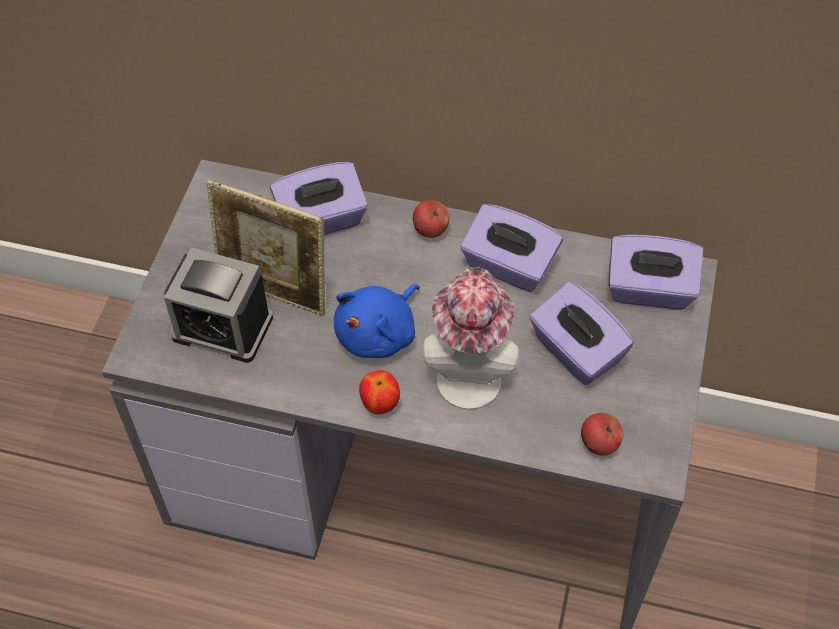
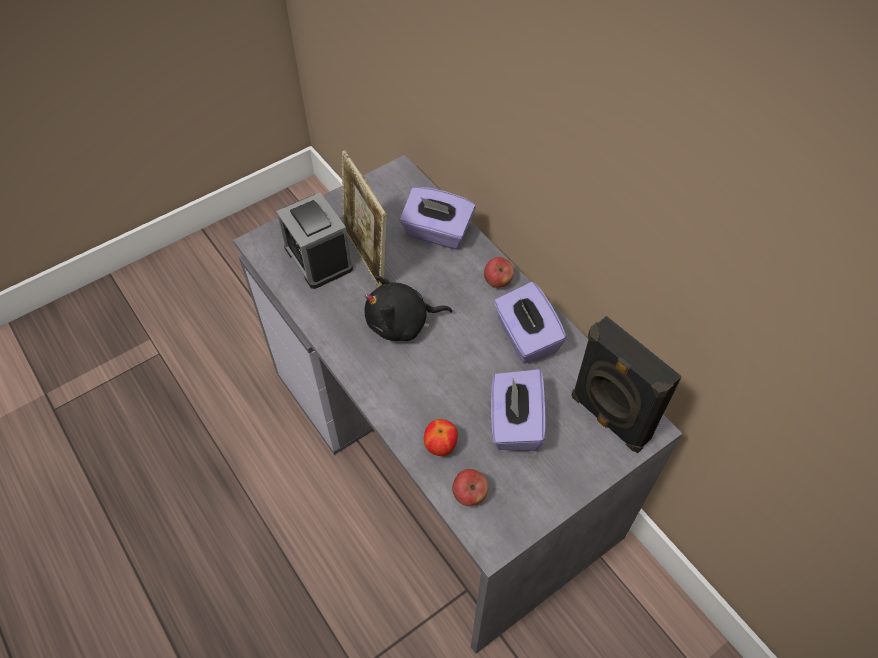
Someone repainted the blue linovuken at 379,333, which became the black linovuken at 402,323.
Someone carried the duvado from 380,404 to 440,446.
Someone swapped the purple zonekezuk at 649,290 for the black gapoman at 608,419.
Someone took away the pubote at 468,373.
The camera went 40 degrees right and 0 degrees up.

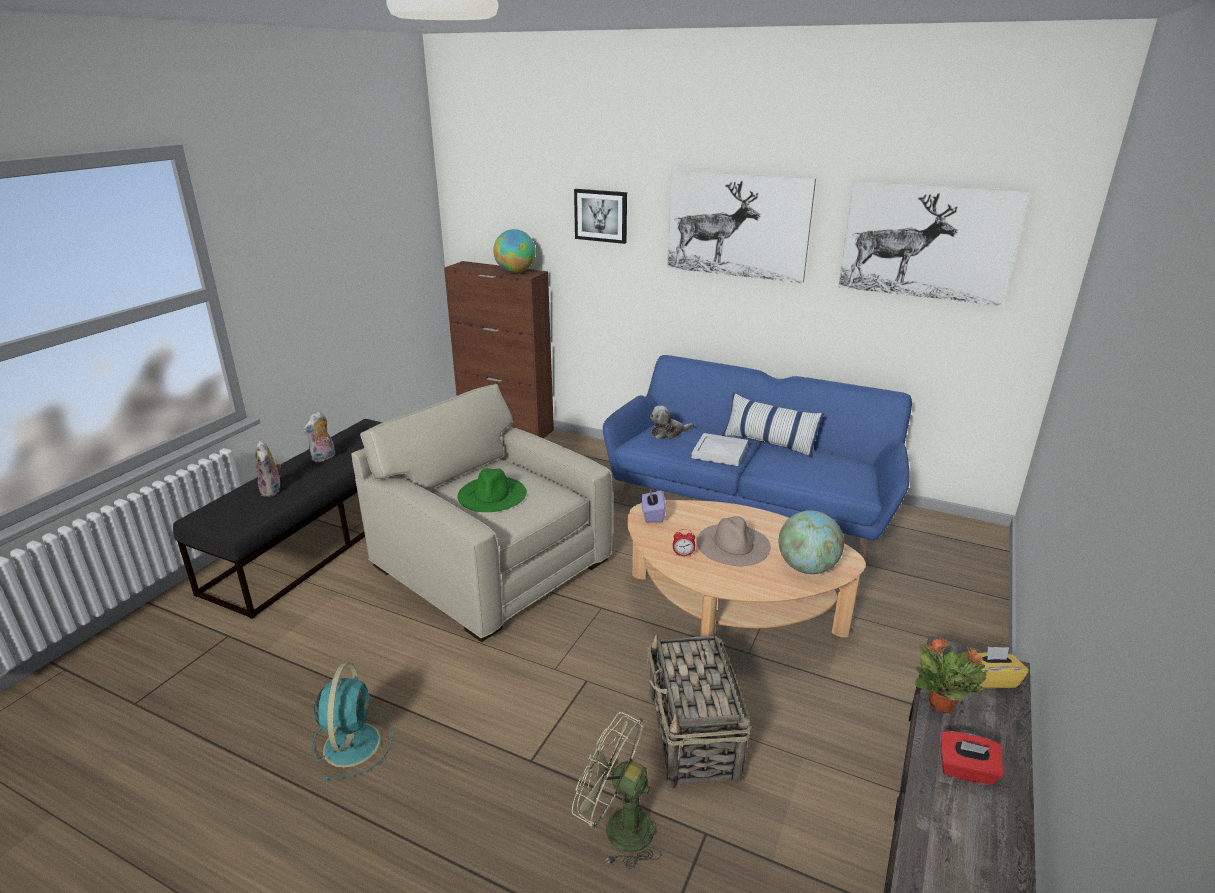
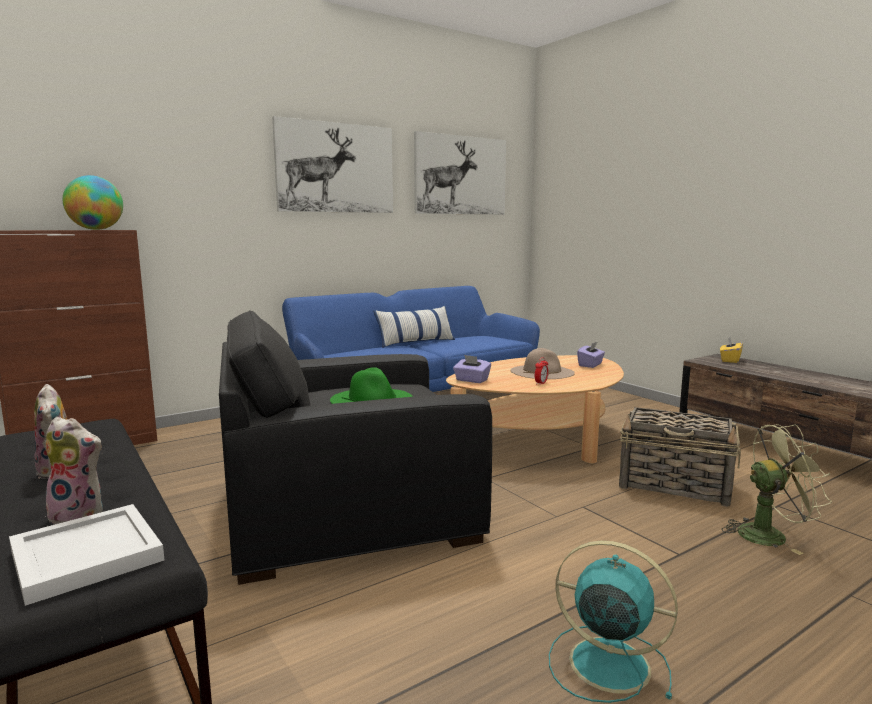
Someone carried the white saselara from 719,452 to 85,557.
Someone repainted the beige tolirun at 490,562, which became the black tolirun at 346,509.
Someone swapped the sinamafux at 807,568 for the purple zonekezuk at 590,365.
Someone rotated the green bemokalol at 618,828 by 150 degrees counterclockwise.
Someone took away the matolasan at 601,215.
Someone took away the linovuken at 668,433.
Someone took away the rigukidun at 942,705.
Someone took away the red zonekezuk at 965,771.
The camera went 60 degrees left and 15 degrees down.

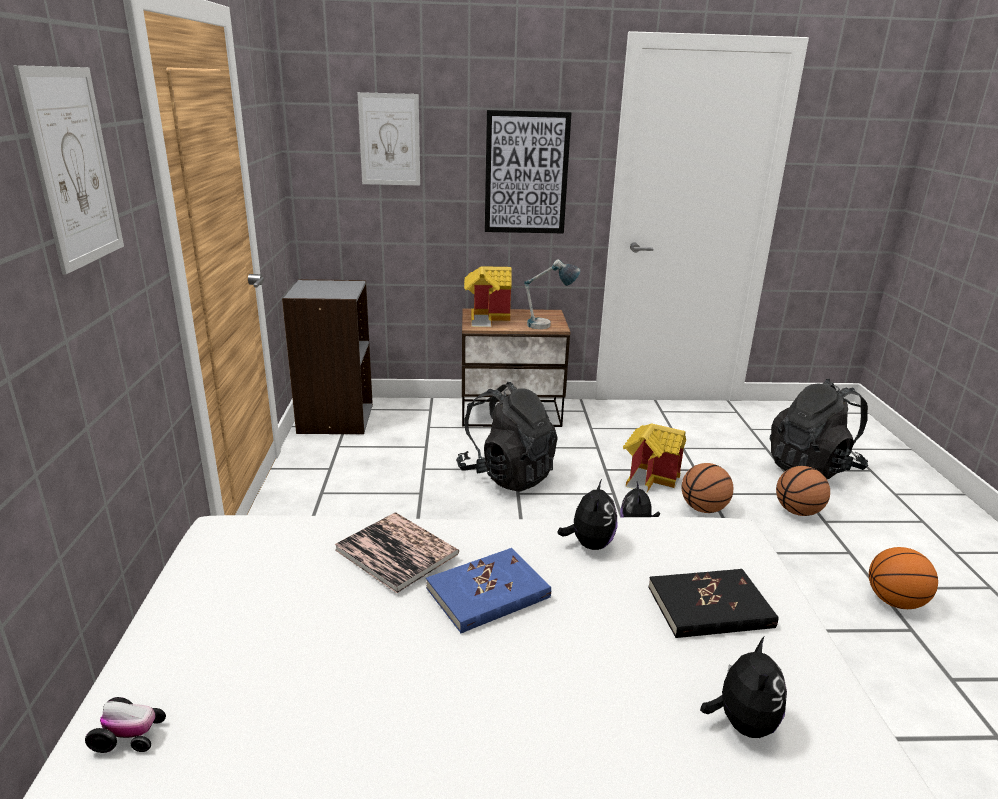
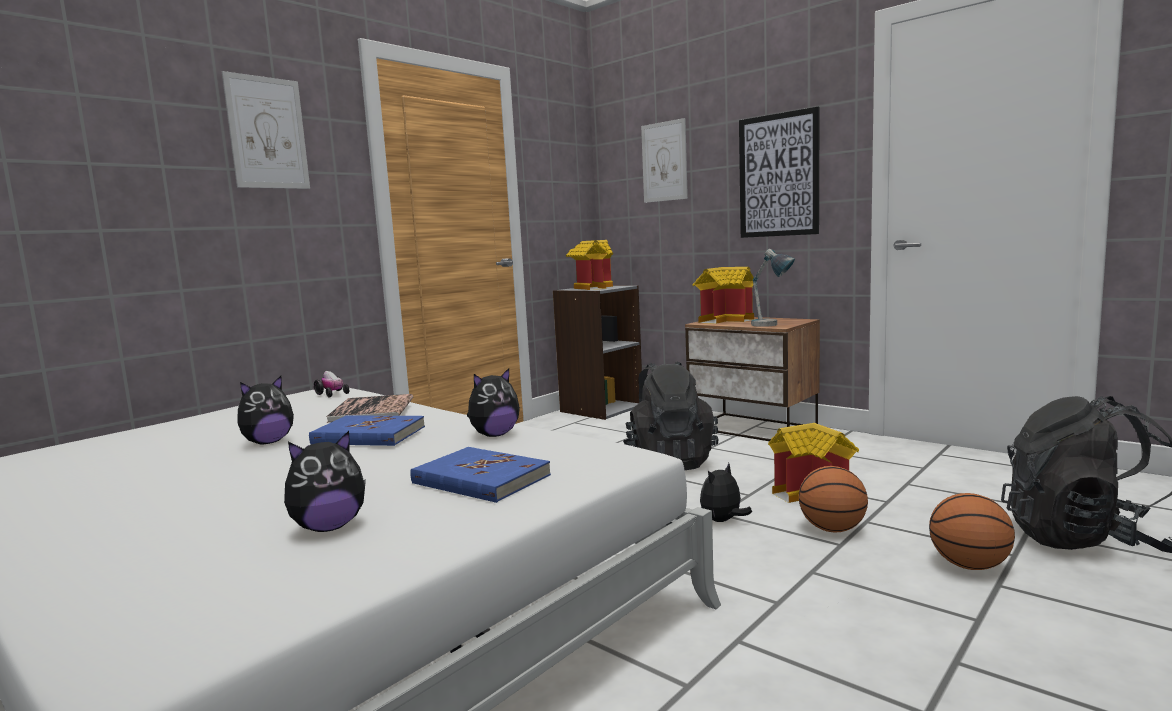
Someone put down the linovuken at 268,442.
Someone carried the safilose from 129,736 to 332,394.
Someone repainted the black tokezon at 710,607, which became the blue tokezon at 480,479.
Someone put down the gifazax at 592,288.
Someone took away the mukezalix at 894,601.
The camera went 45 degrees right and 15 degrees down.

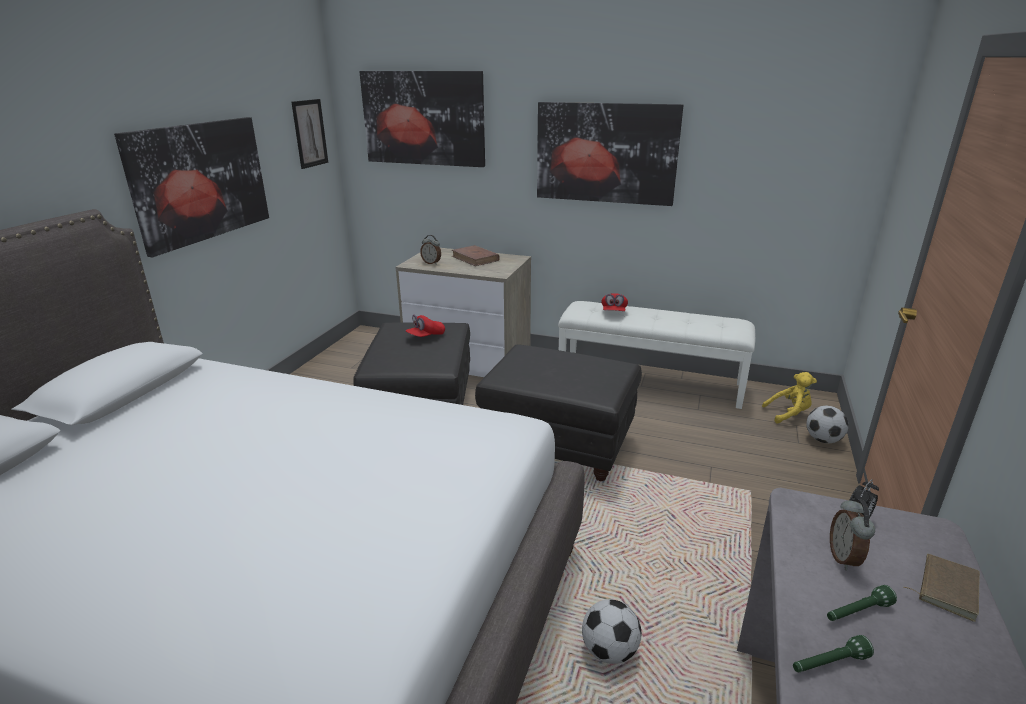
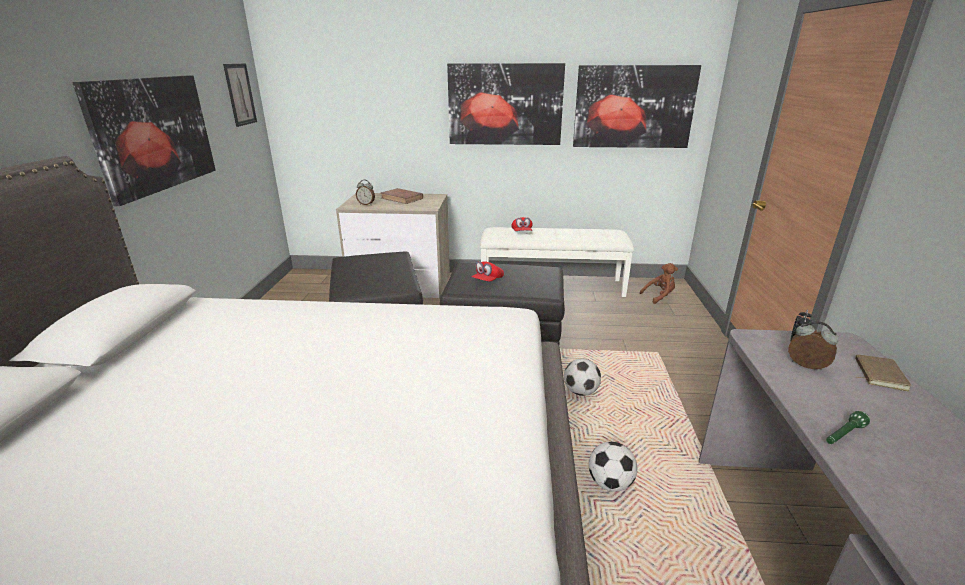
Someone carried the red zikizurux from 426,336 to 487,281.
Someone carried the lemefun from 823,440 to 580,391.
Someone carried the matolasan from 423,118 to 633,107.
Someone repainted the yellow linovuken at 789,414, which became the brown linovuken at 659,296.
Someone rotated the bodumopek at 844,558 by 135 degrees clockwise.
Someone took away the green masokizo at 857,612.
The camera went 15 degrees left and 0 degrees up.

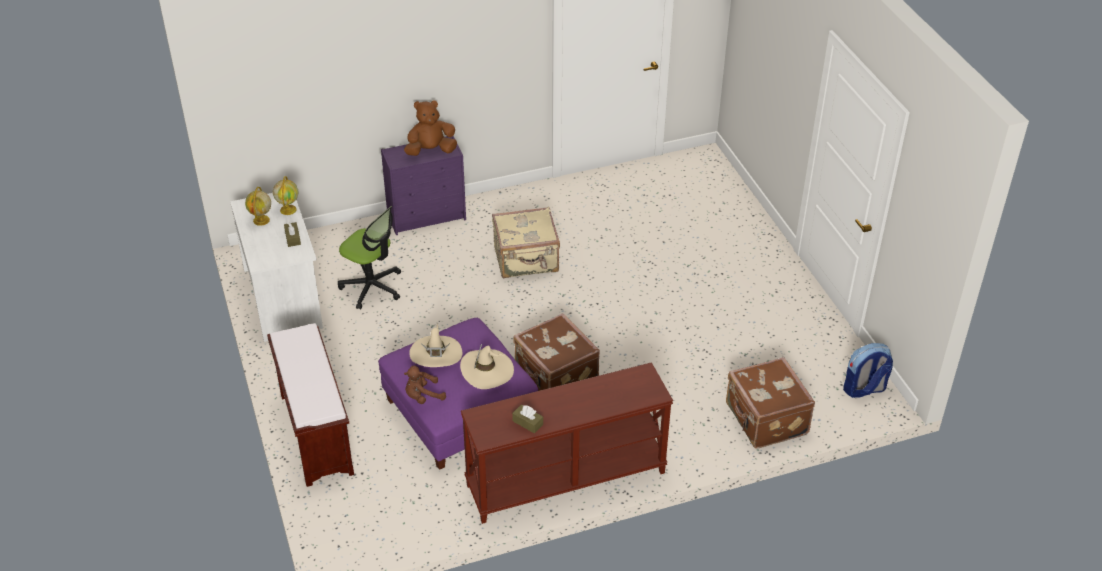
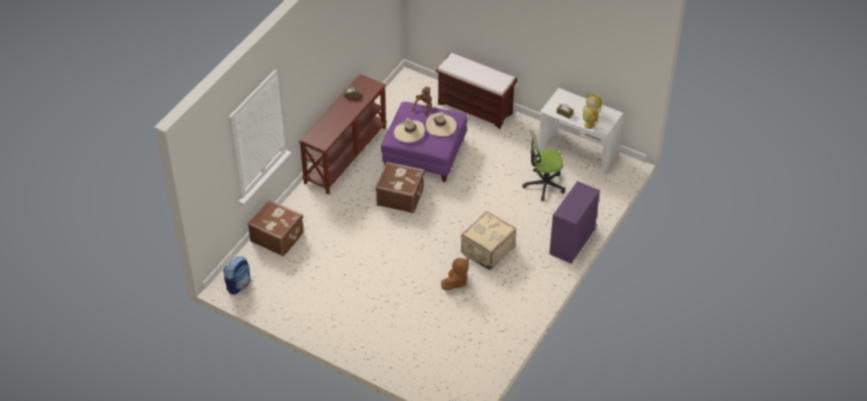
Someone carried the brown linovuken from 431,151 to 455,282.
The camera went 140 degrees right and 5 degrees up.

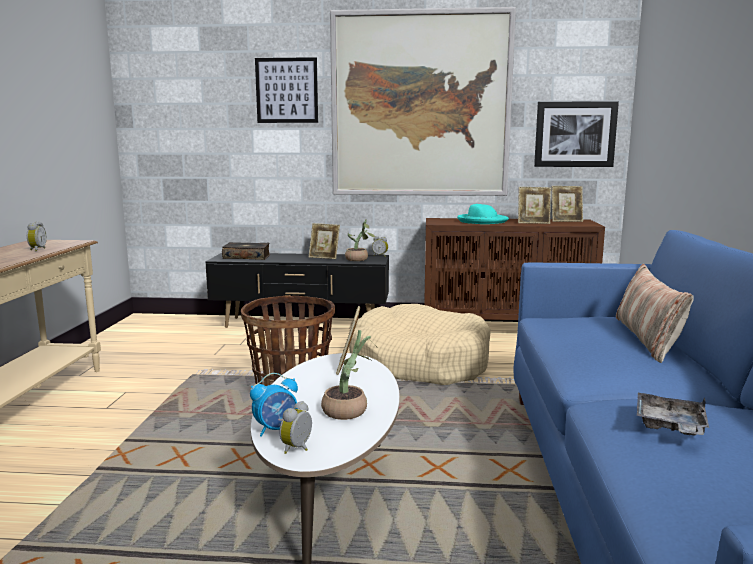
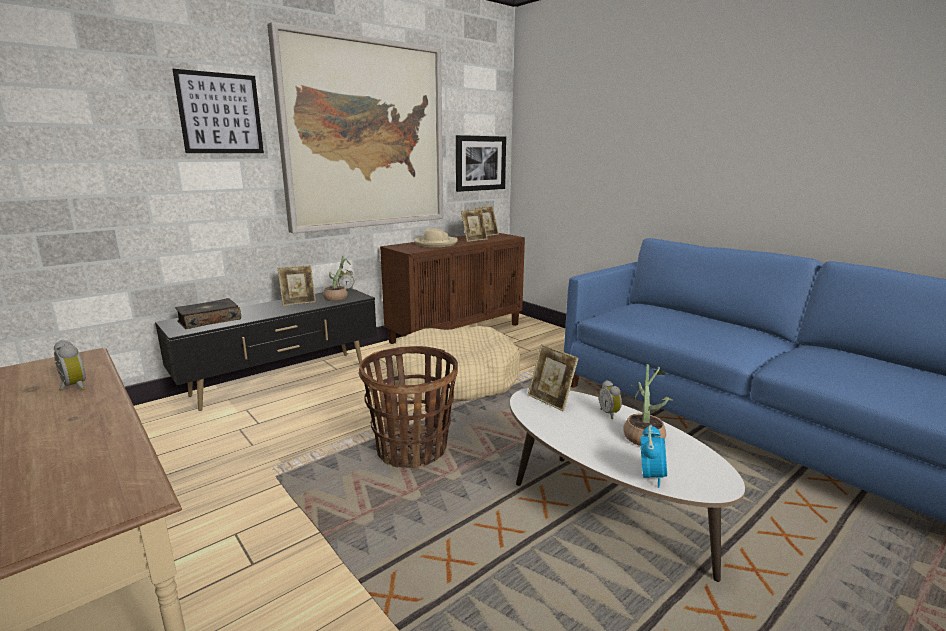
Someone repainted the turquoise pubote at 481,221, which became the beige pubote at 435,243.
Someone carried the bodumopek from 298,449 to 610,413.
Someone took away the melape at 647,338.
Someone took away the grey saselara at 670,426.
The camera went 45 degrees left and 5 degrees up.

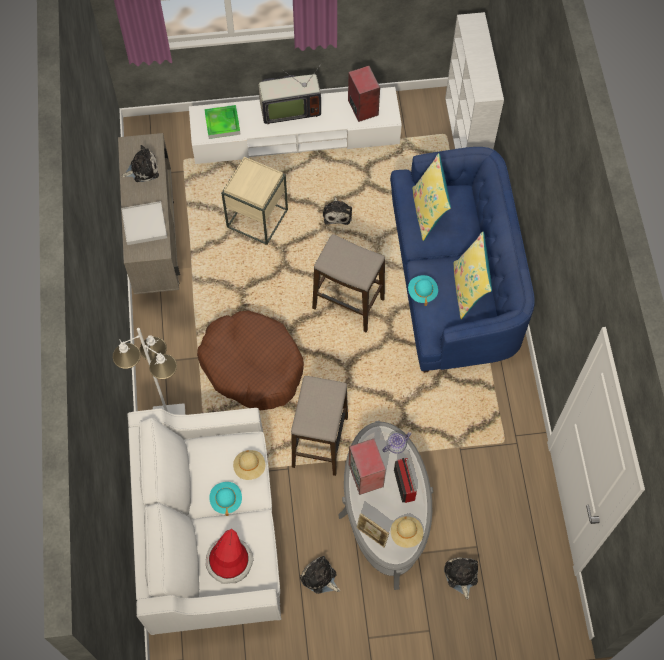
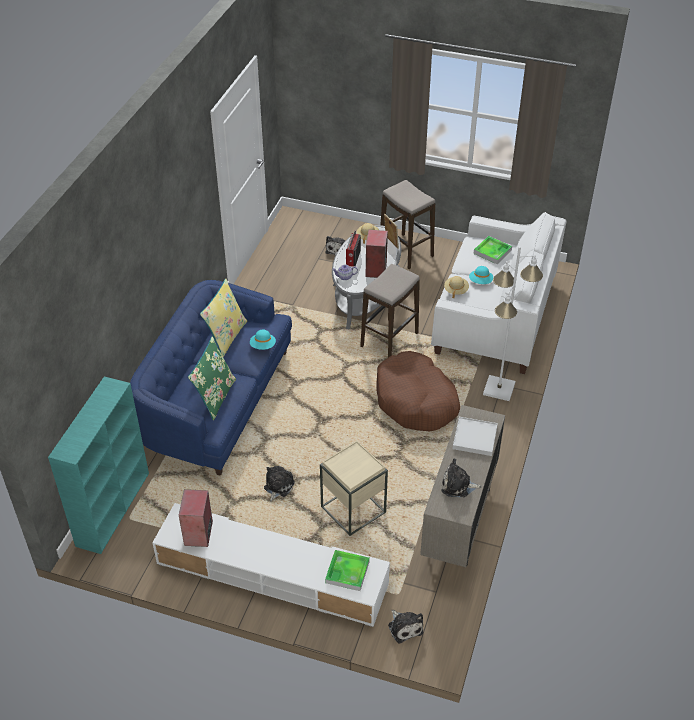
Someone repainted the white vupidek at 466,138, which became the turquoise vupidek at 113,508.
Someone repainted the yellow melape at 428,212, which became the green melape at 215,397.
Someone carried the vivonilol from 348,303 to 406,251.
Someone carried the linovuken from 320,578 to 404,627.
Someone swapped the pubote at 229,561 for the saselara at 492,252.
Someone took away the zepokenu at 289,109.
The camera went 155 degrees left and 20 degrees down.

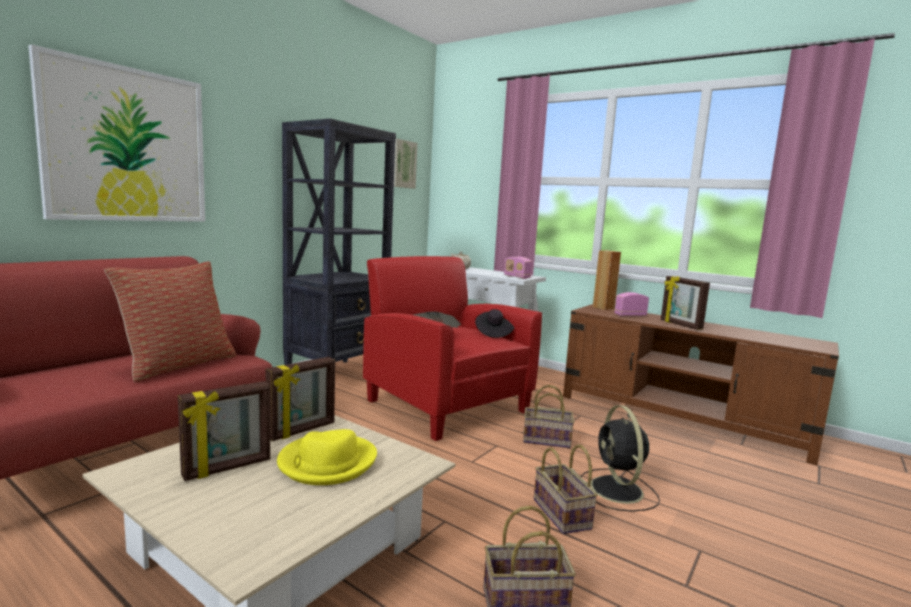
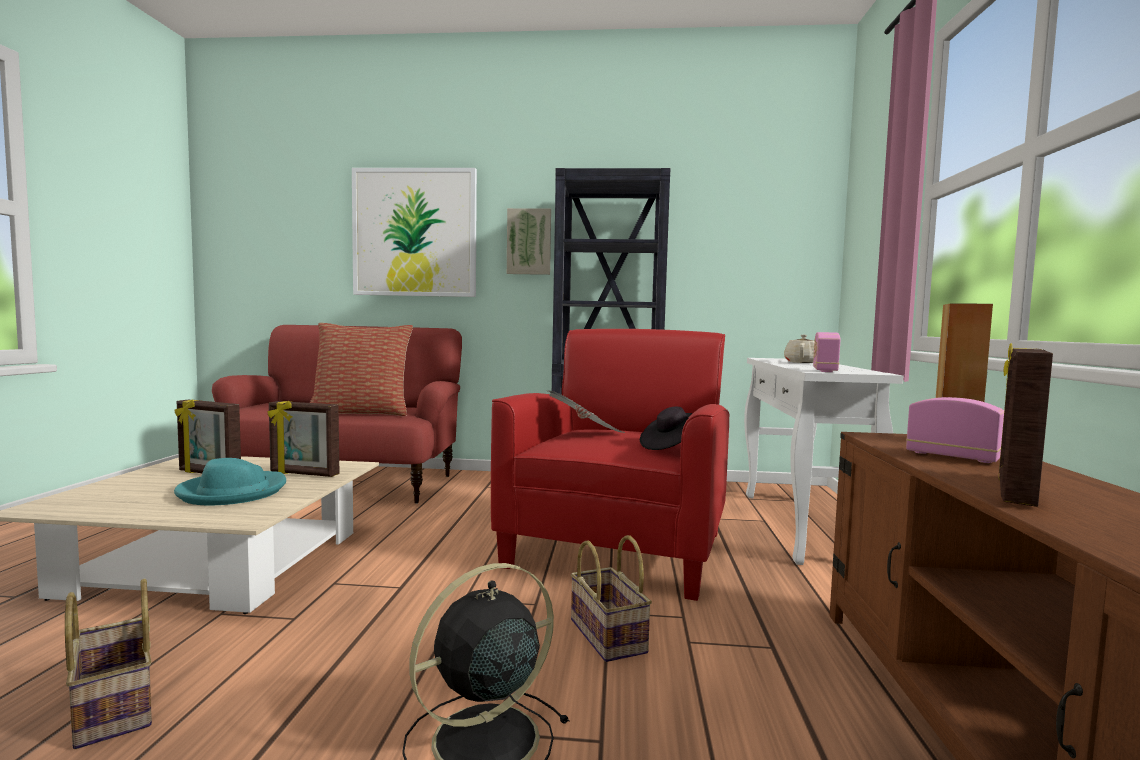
Someone repainted the yellow pubote at 326,463, which became the turquoise pubote at 232,492.
Someone carried the matolasan from 403,164 to 529,242.
Someone took away the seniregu at 563,514.
The camera went 60 degrees right and 5 degrees down.

